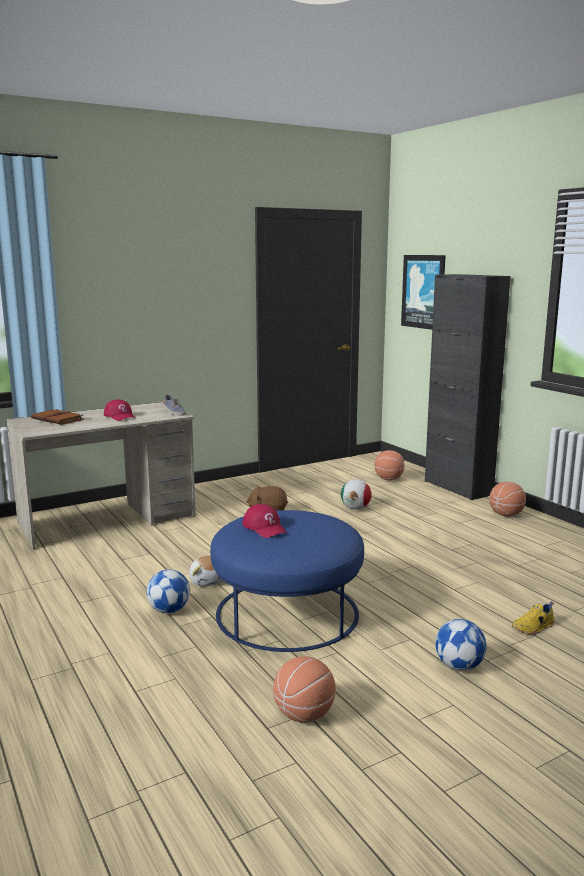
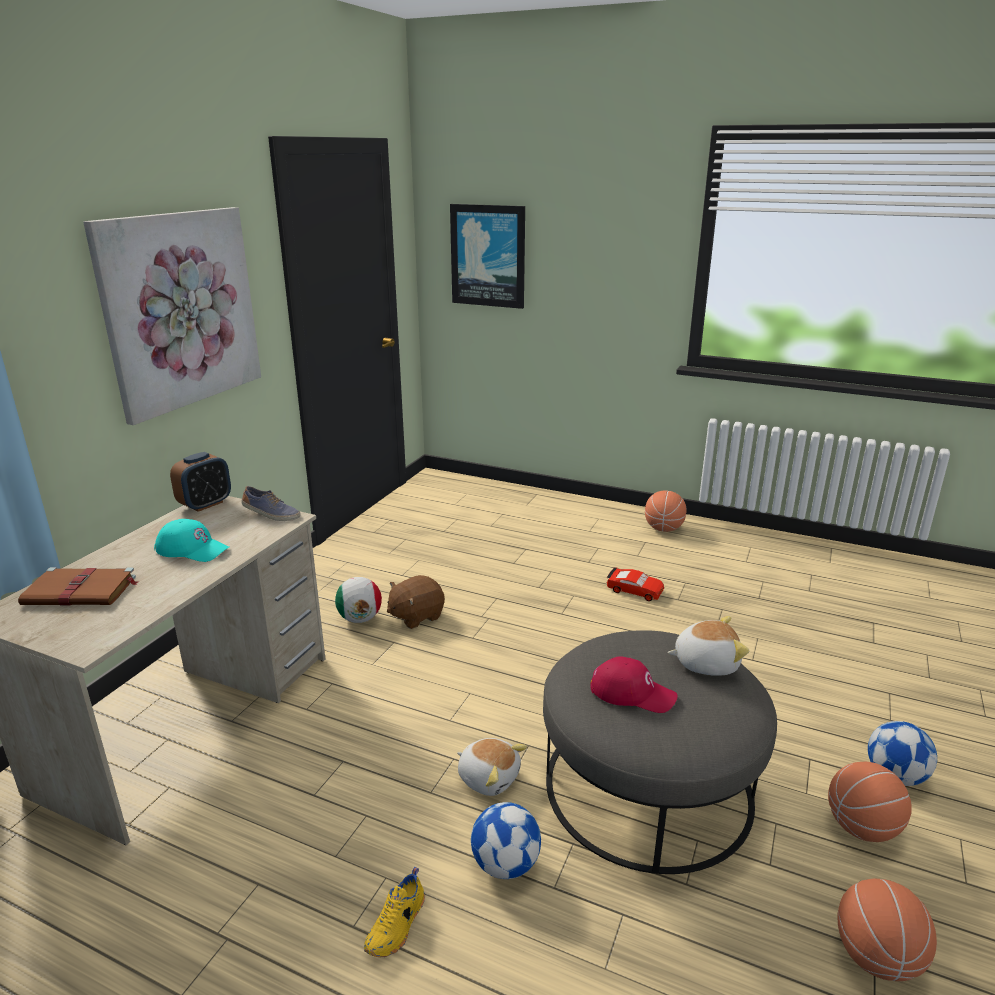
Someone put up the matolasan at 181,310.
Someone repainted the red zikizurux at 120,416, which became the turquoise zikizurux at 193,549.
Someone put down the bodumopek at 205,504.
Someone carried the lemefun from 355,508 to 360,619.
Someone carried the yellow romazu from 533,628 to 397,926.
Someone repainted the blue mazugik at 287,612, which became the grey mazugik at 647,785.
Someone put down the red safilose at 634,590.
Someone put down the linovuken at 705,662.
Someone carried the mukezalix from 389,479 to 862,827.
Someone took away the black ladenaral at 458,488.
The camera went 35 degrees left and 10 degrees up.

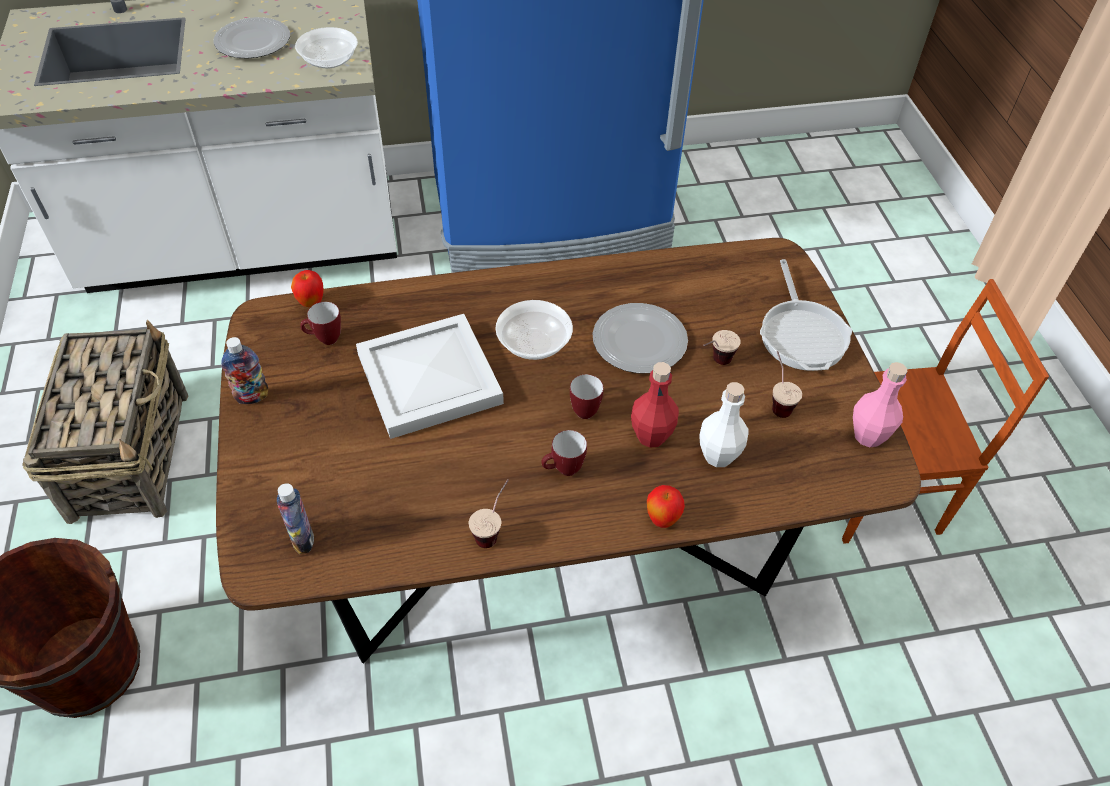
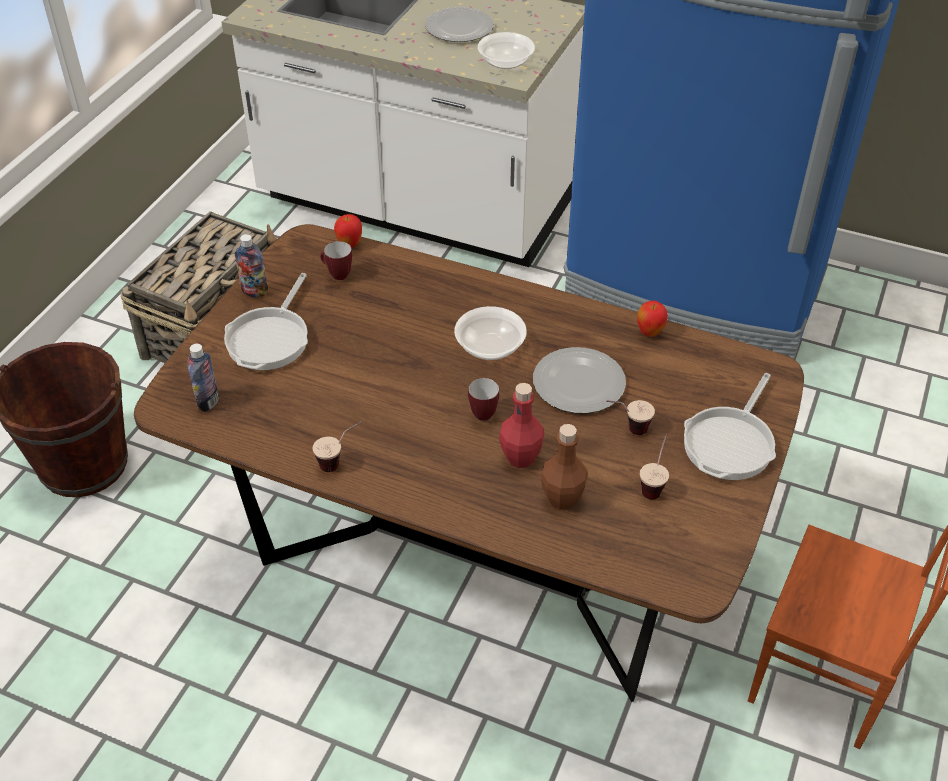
Someone put down the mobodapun at 270,338.
Someone repainted the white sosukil at 718,455, which became the brown sosukil at 562,498.
Someone carried the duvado from 662,519 to 649,333.
Someone took away the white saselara at 428,380.
Someone took away the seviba at 563,470.
Someone took away the pink sosukil at 868,436.
The camera went 35 degrees right and 5 degrees down.

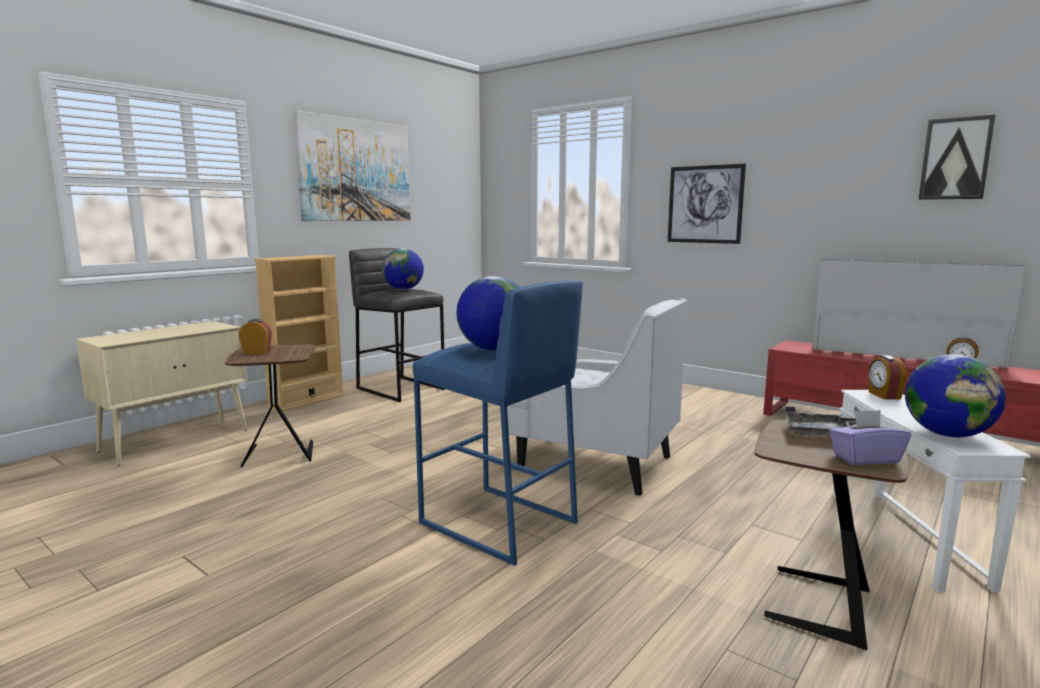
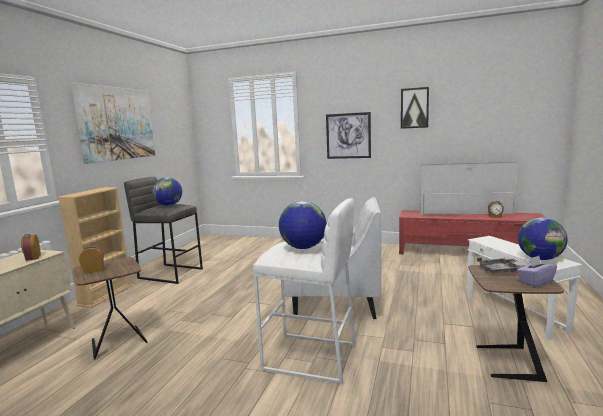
Someone carried the bodumopek from 883,395 to 32,257.
Someone repainted the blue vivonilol at 498,523, which became the white vivonilol at 311,357.
Someone carried the matolasan from 955,159 to 414,108.
The camera went 20 degrees left and 0 degrees up.

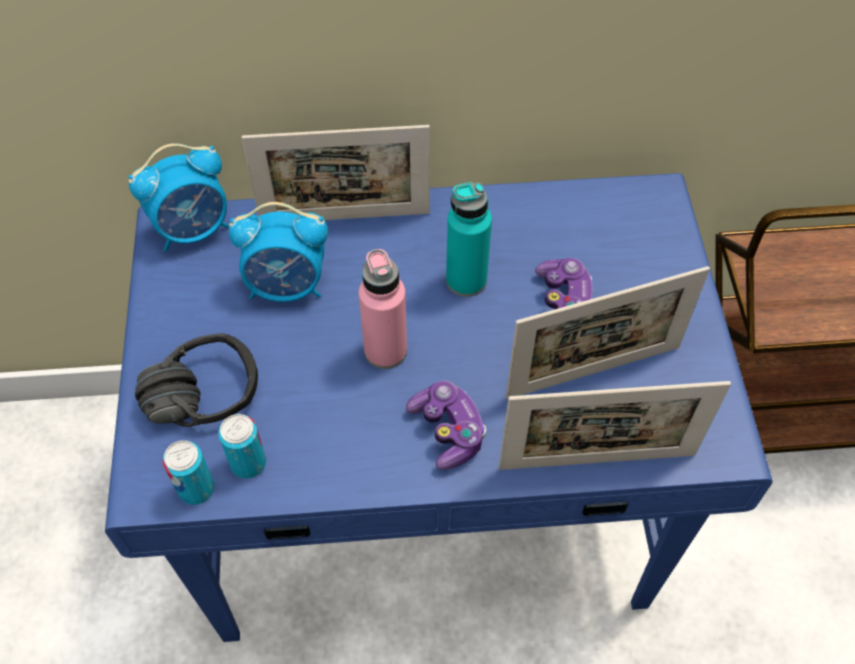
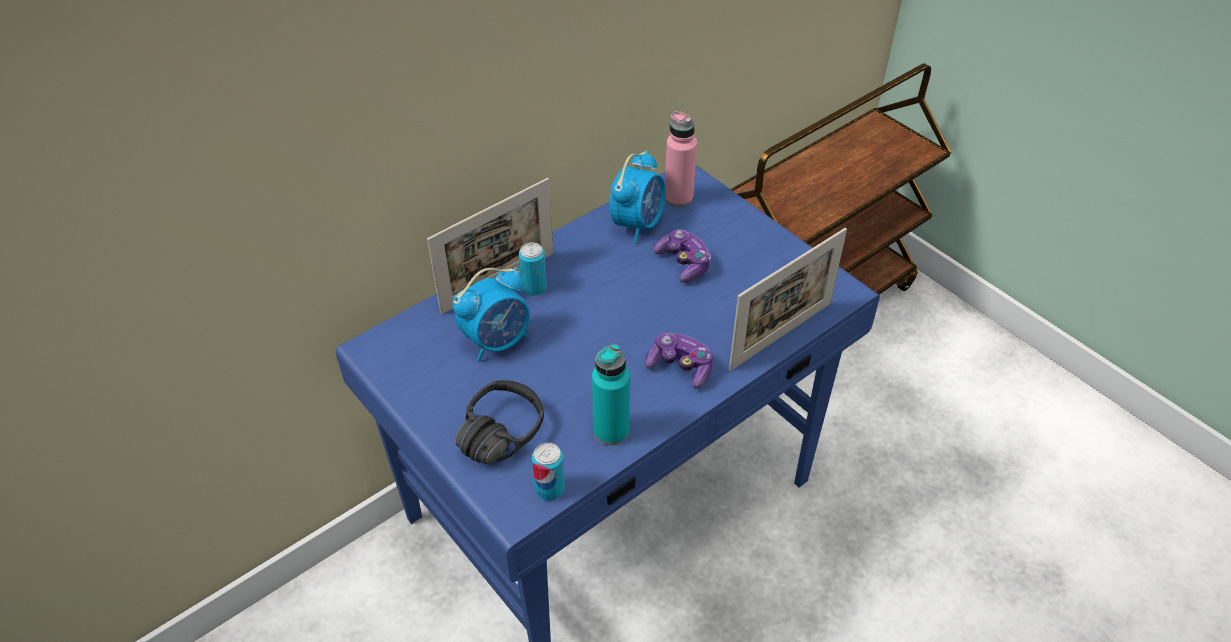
Someone carried the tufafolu from 248,463 to 534,287.
Someone carried the turquoise sosukil from 466,280 to 611,431.
Someone carried the bodumopek from 193,229 to 638,224.
Someone carried the pink sosukil from 385,351 to 678,198.
Someone took away the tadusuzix at 593,372.
The camera went 35 degrees left and 10 degrees down.

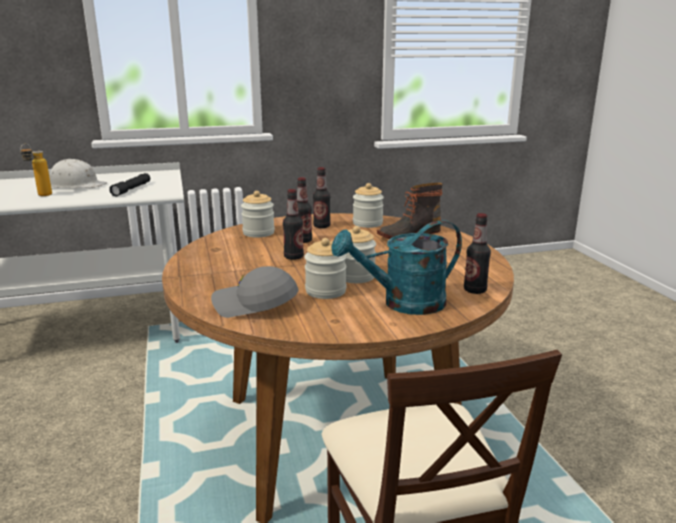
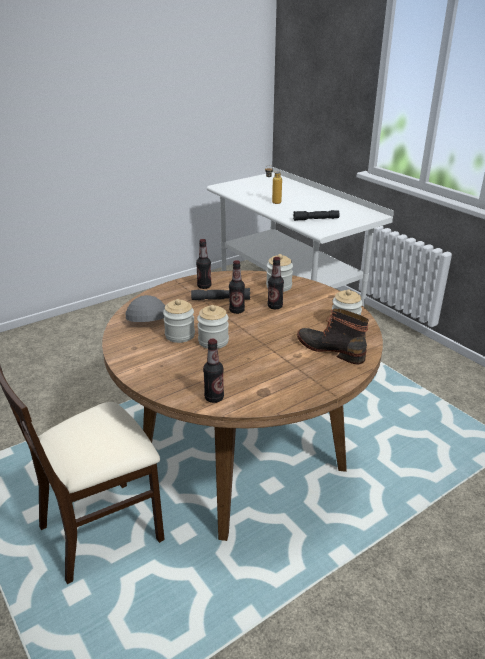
Someone put down the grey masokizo at 220,299.
Someone carried the sosukil from 321,226 to 204,286.
Someone took away the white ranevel at 76,185.
Someone took away the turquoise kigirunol at 403,304.
The camera went 70 degrees right and 10 degrees up.

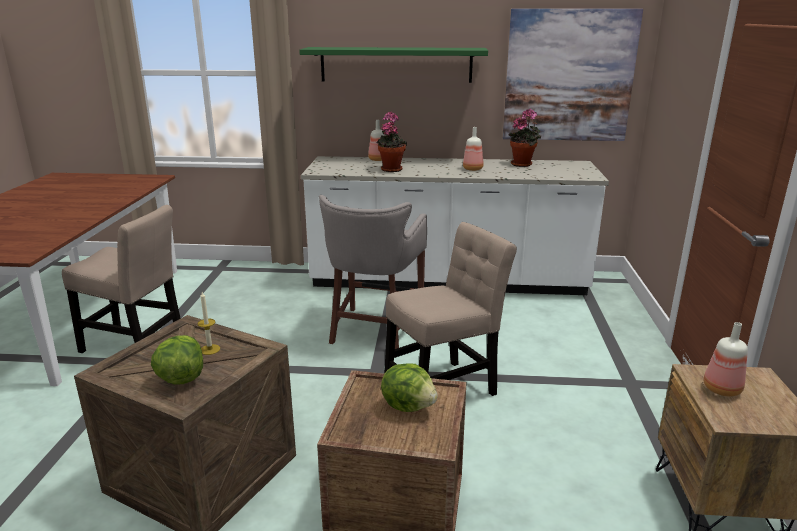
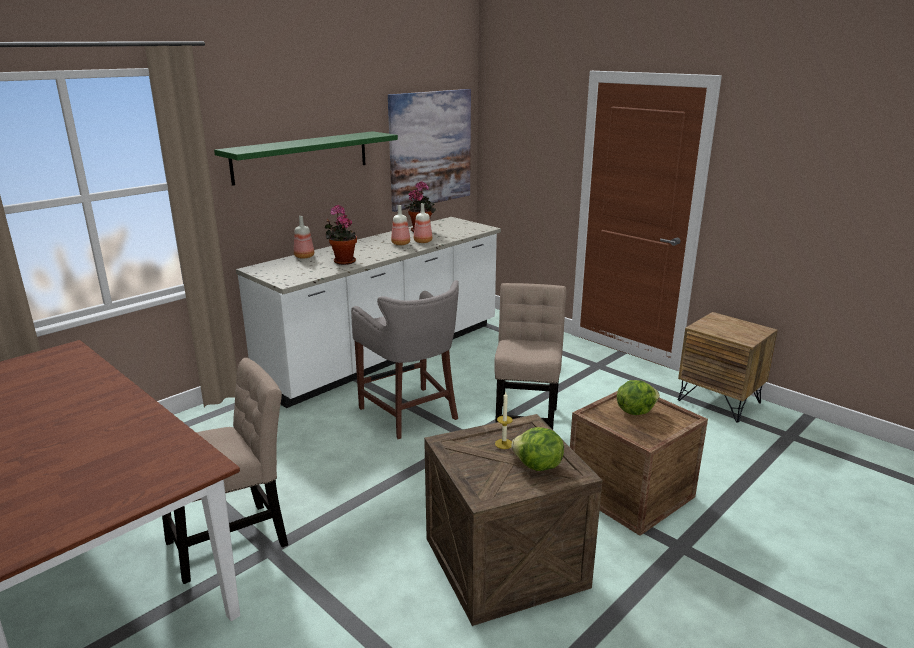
Someone carried the sosukil from 720,389 to 422,241.
The camera went 50 degrees left and 0 degrees up.

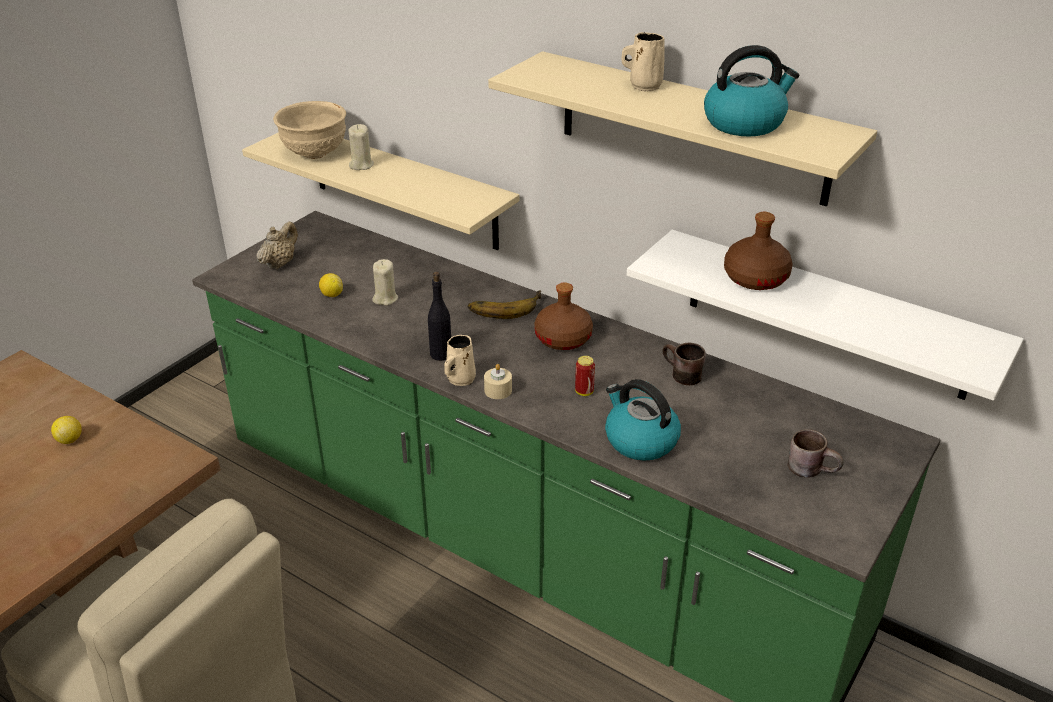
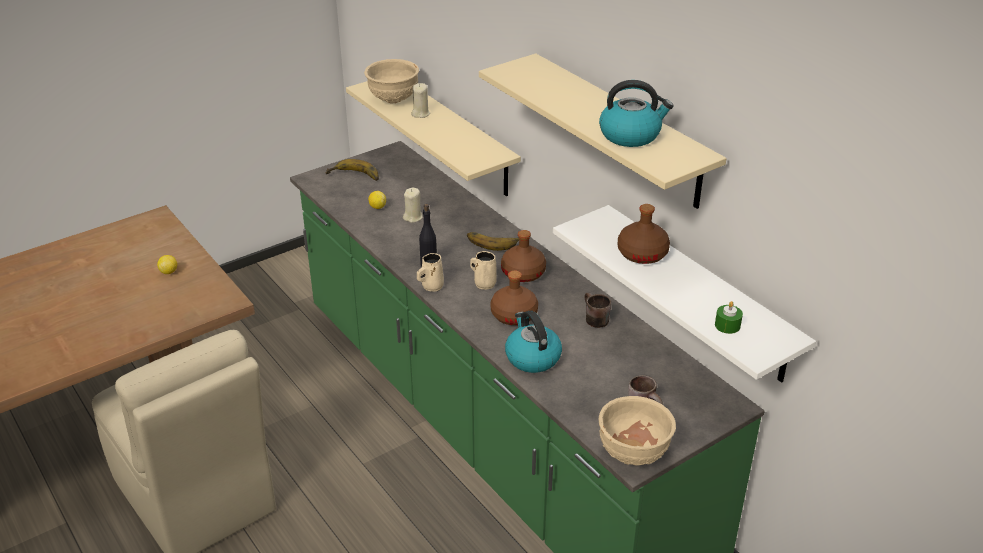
Someone swapped the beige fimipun at 279,263 for the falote at 354,177.
Someone carried the beige seviba from 643,86 to 484,283.
Someone swapped the tufafolu at 584,392 for the brown sosukil at 514,315.
Someone put down the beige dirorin at 634,453.
Someone put down the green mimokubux at 727,325.
Someone took away the beige mimokubux at 498,390.
The camera went 20 degrees right and 0 degrees up.

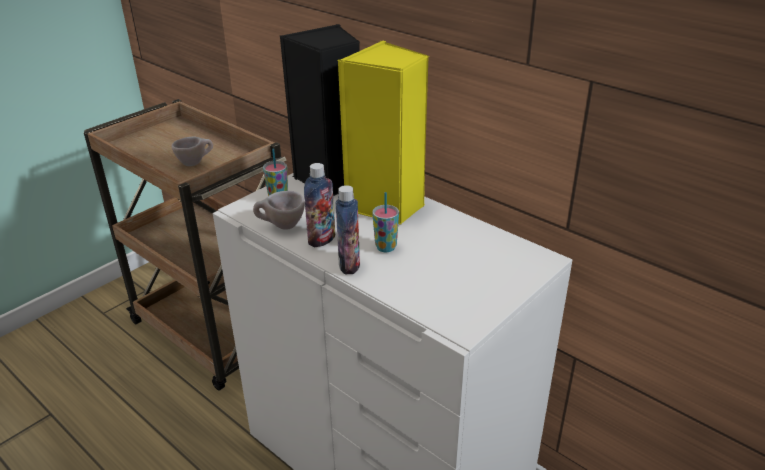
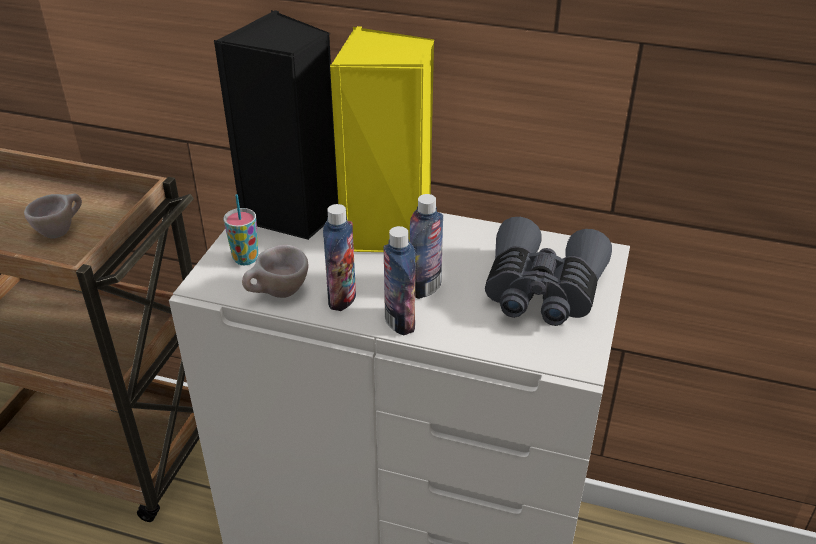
Someone swapped the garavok at 386,247 for the sosukil at 425,287.
Someone put down the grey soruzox at 542,291.
The camera went 25 degrees left and 5 degrees up.

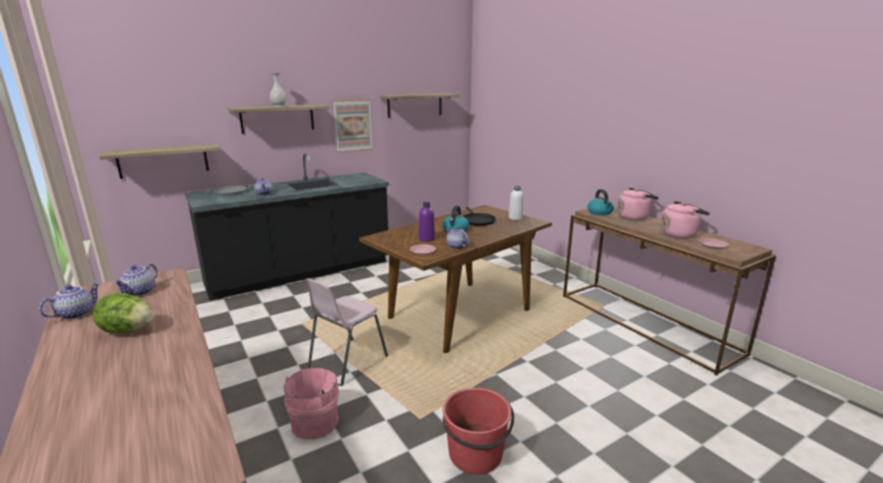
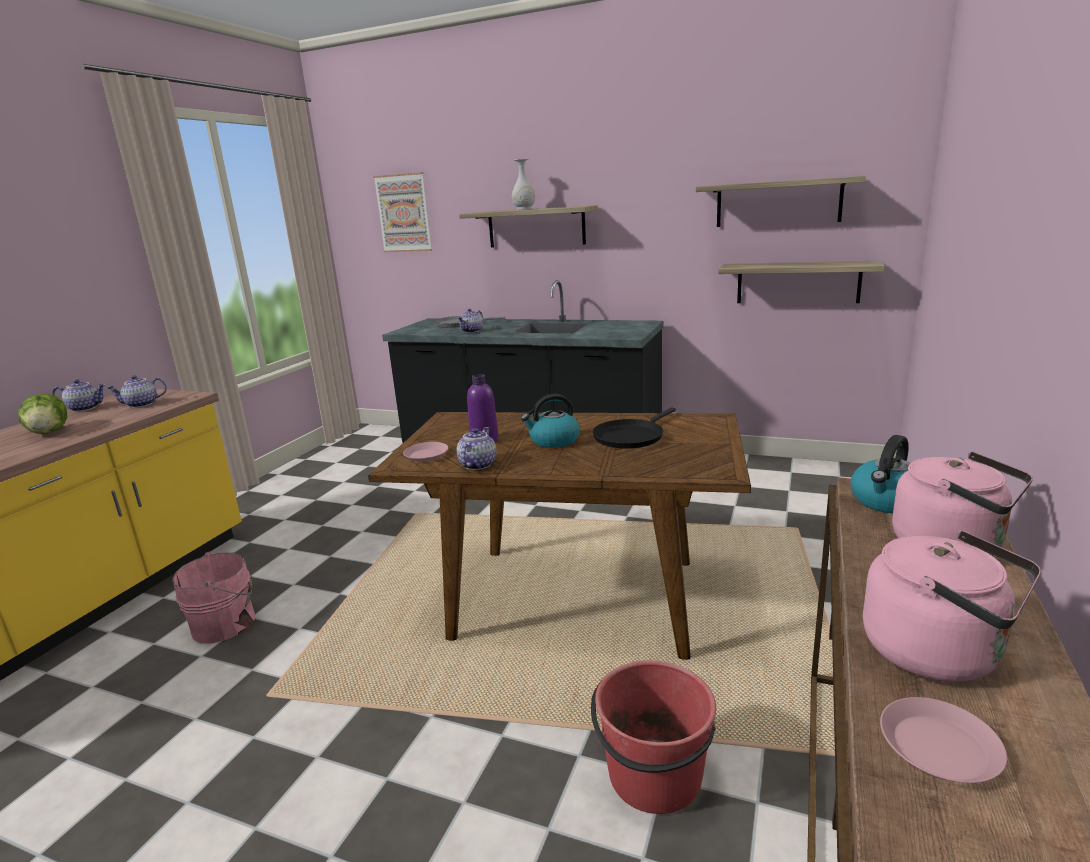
Someone carried the matolasan from 353,125 to 404,213.
Someone carried the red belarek from 476,455 to 654,777.
Someone carried the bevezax from 163,161 to 797,282.
Someone took away the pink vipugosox at 347,361.
Someone took away the white sosukil at 515,218.
The camera went 55 degrees right and 0 degrees up.

